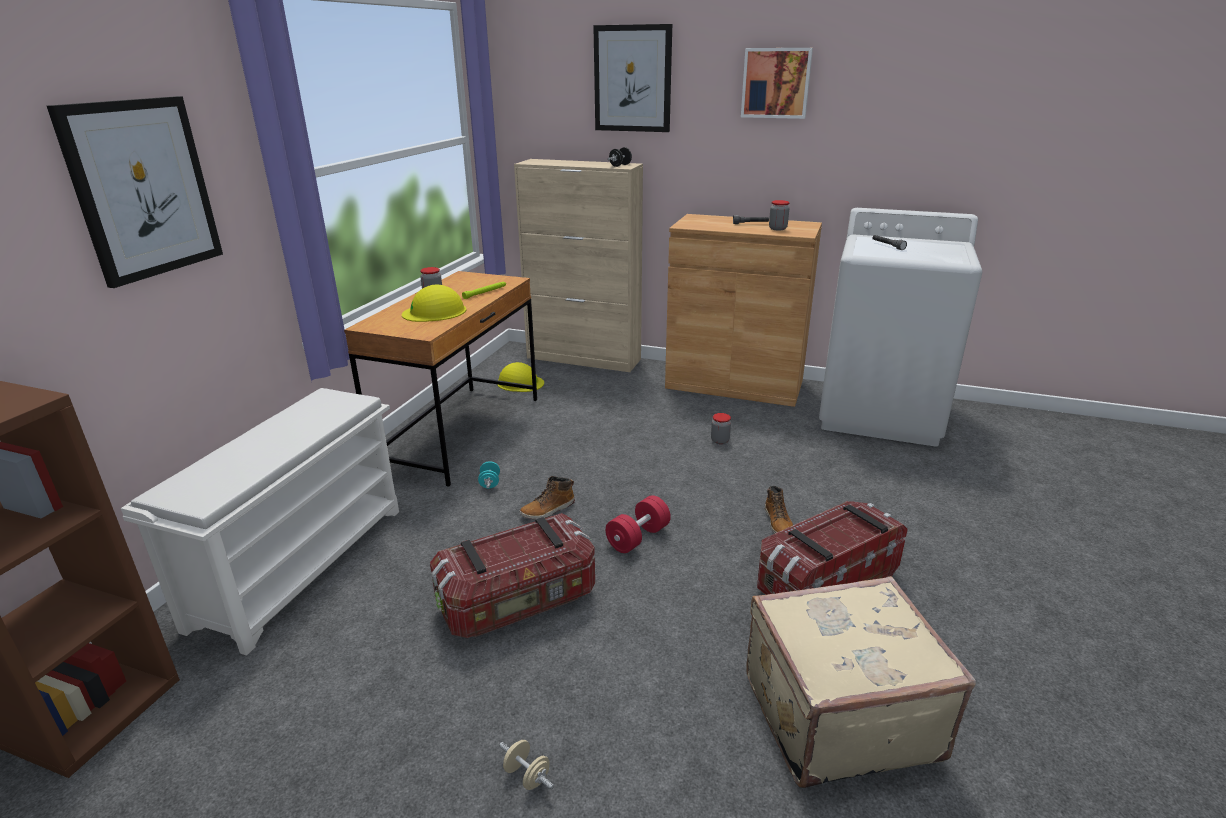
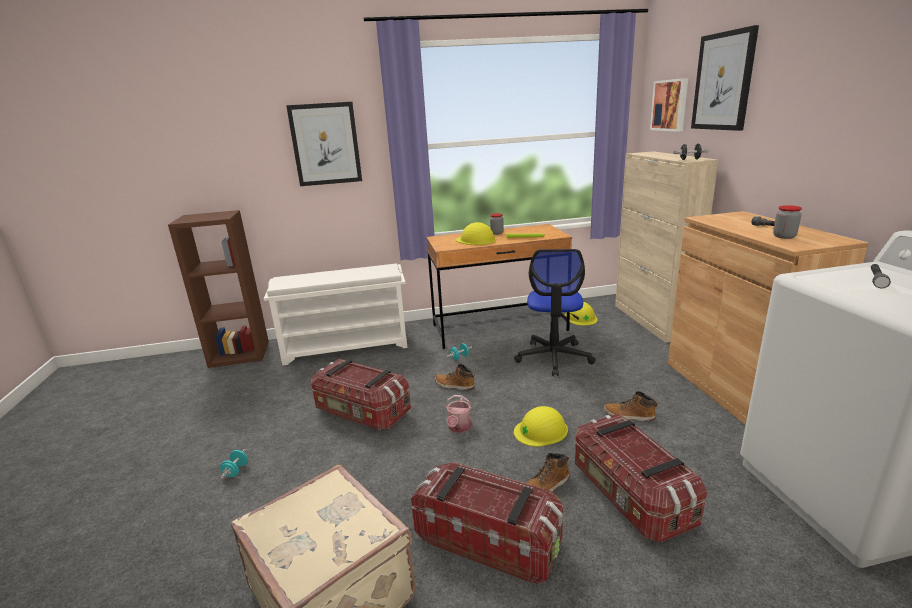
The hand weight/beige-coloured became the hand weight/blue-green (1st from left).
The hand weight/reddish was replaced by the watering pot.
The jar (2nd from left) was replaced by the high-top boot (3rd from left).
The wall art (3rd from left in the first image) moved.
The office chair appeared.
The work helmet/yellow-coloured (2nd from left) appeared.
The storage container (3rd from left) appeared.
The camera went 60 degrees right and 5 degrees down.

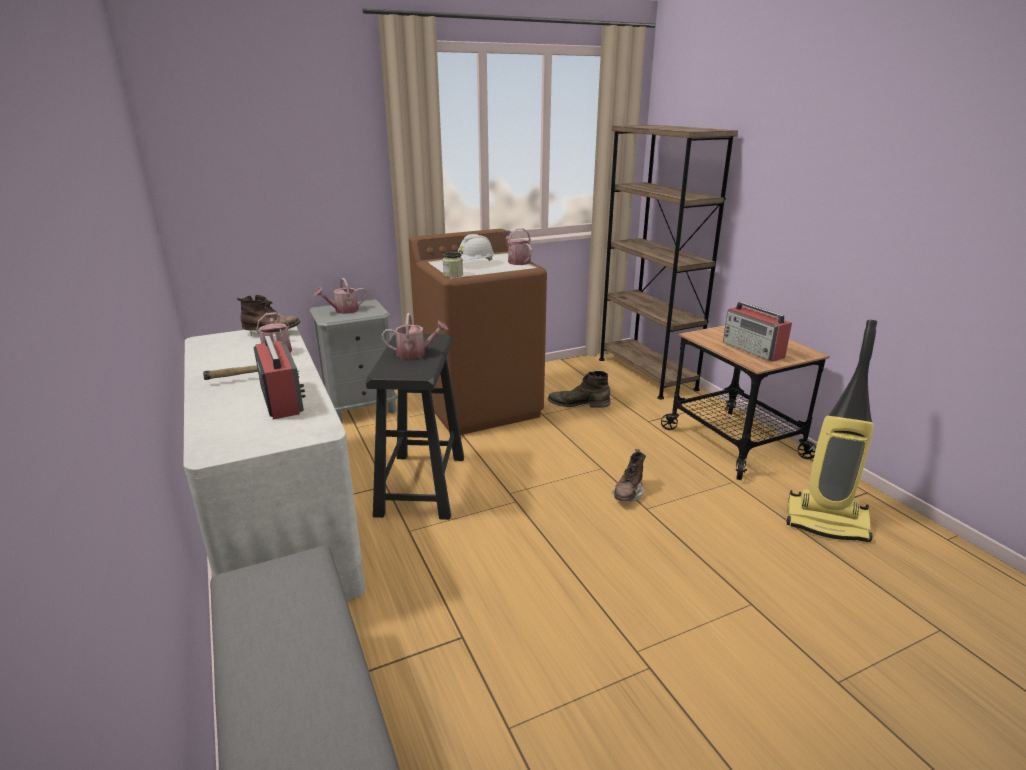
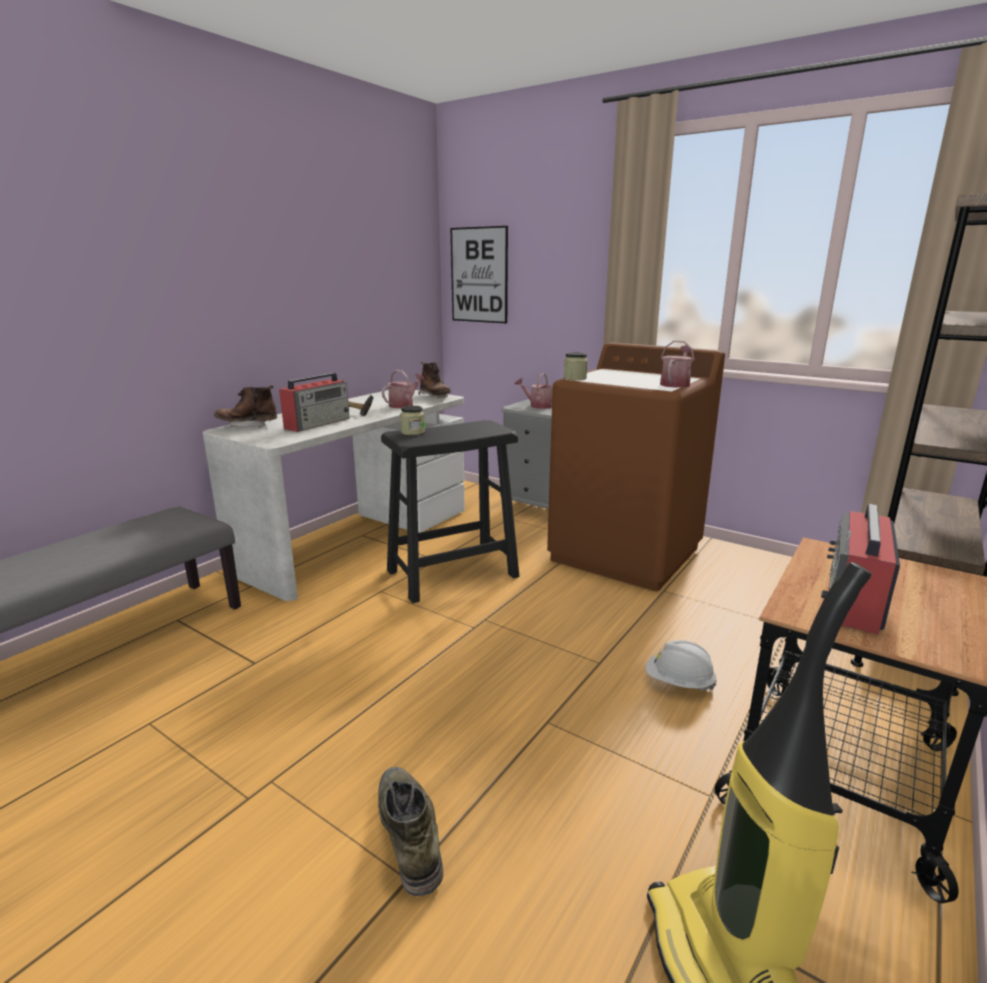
The watering pot (3rd from left) disappeared.
The work helmet/white moved.
The high-top boot/green-coloured moved.
The high-top boot/brown (2nd from left in the first image) moved.
The jar (1st from left) appeared.
The wall art appeared.
The camera went 60 degrees right and 5 degrees down.

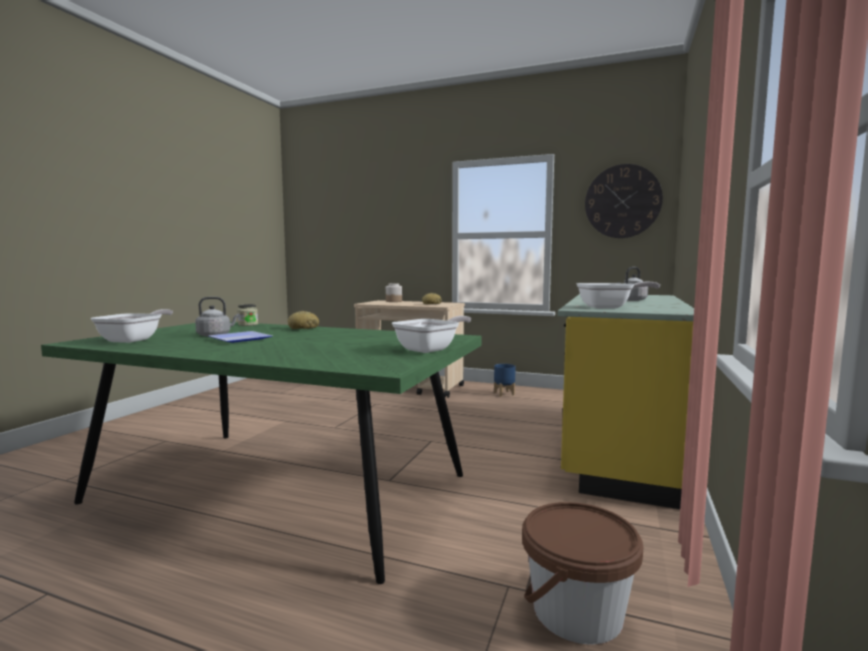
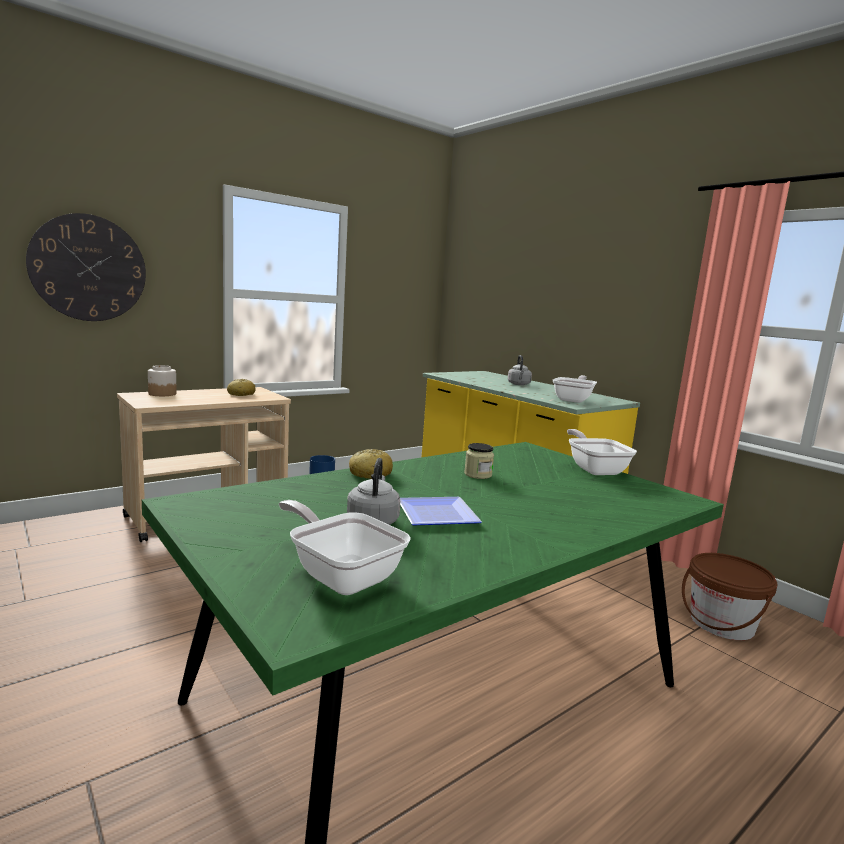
The jar (1st from left in the first image) moved.
The hanging clock moved.
The camera went 60 degrees left and 5 degrees up.

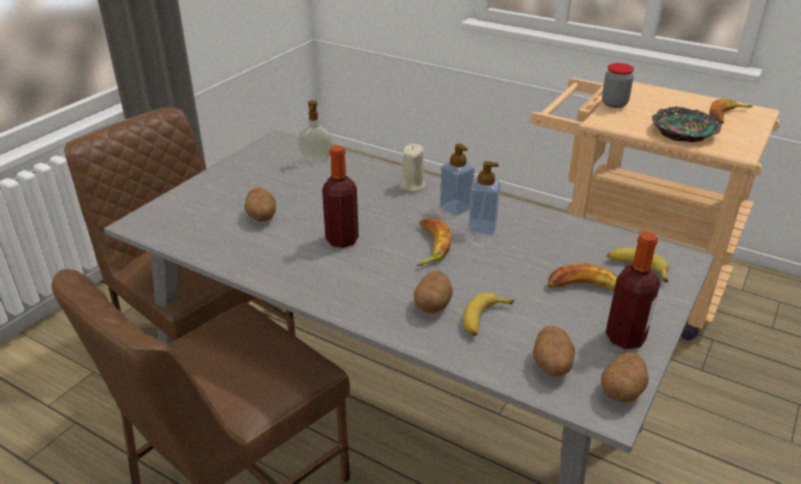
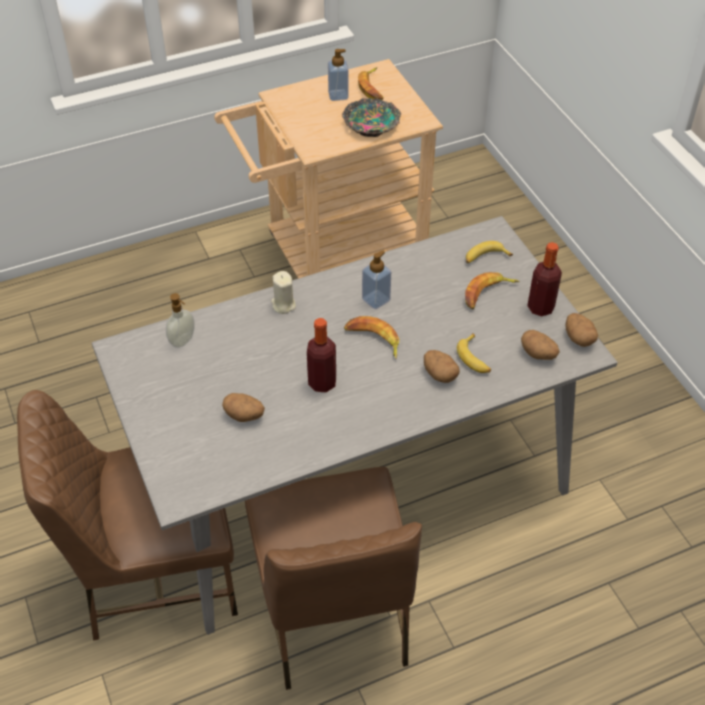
The liquid soap bottle (2nd from left) moved.
The jar disappeared.
The camera went 55 degrees left and 15 degrees up.

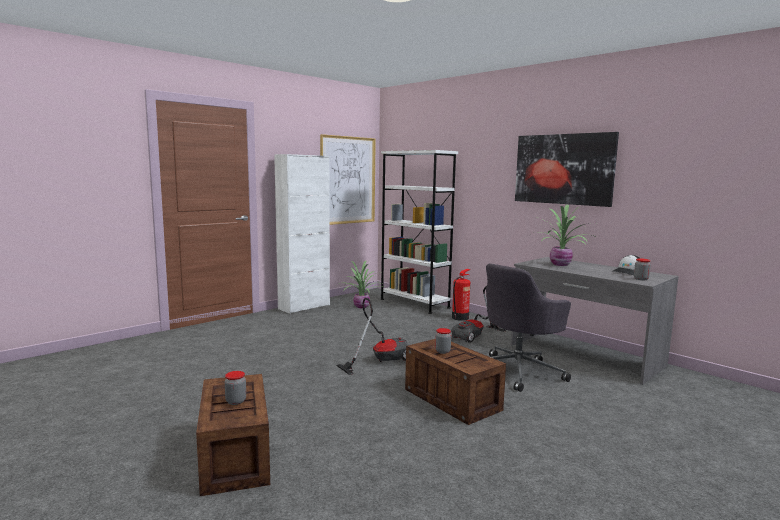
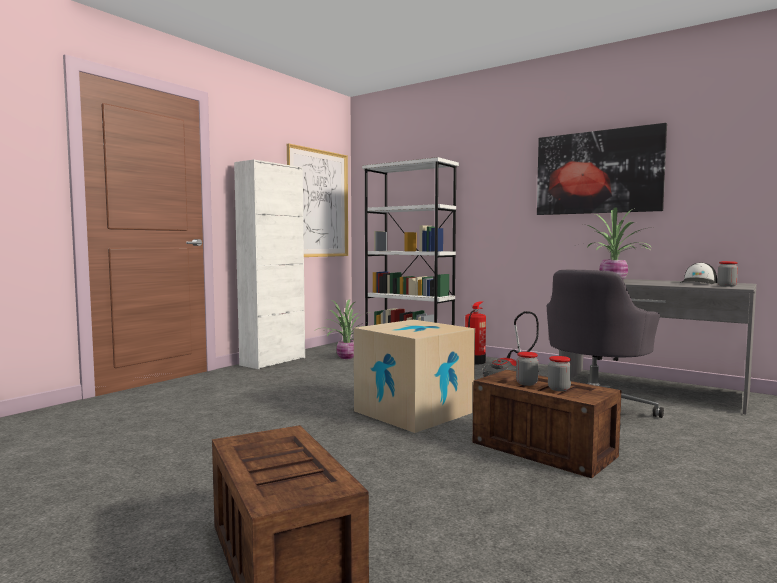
The jar (1st from left in the first image) moved.
The vacuum cleaner (1st from left) was replaced by the cardboard box.
The camera went 10 degrees left and 5 degrees down.

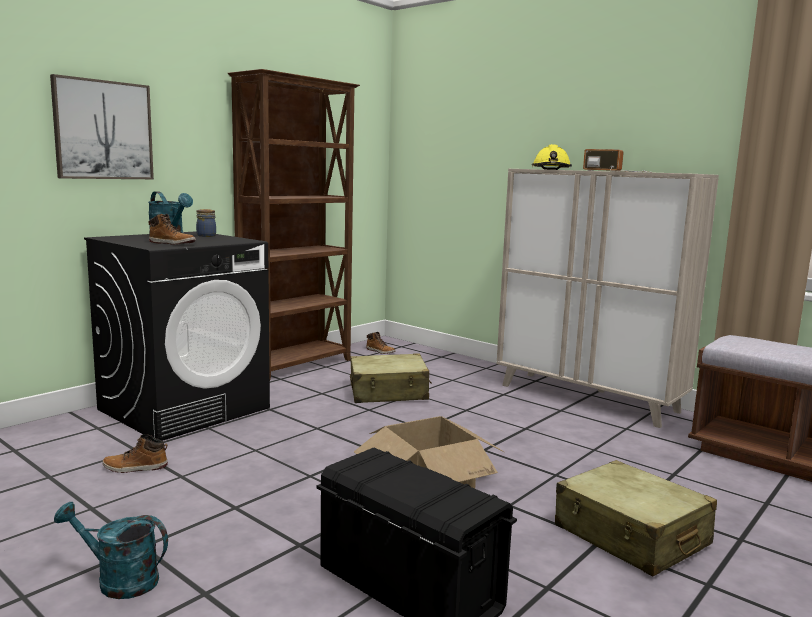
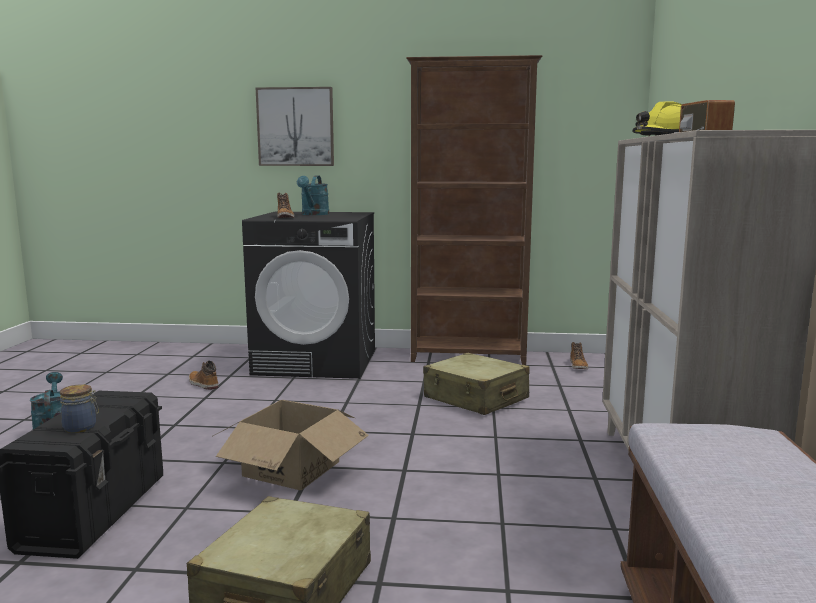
The jar moved.
The camera went 55 degrees right and 0 degrees up.

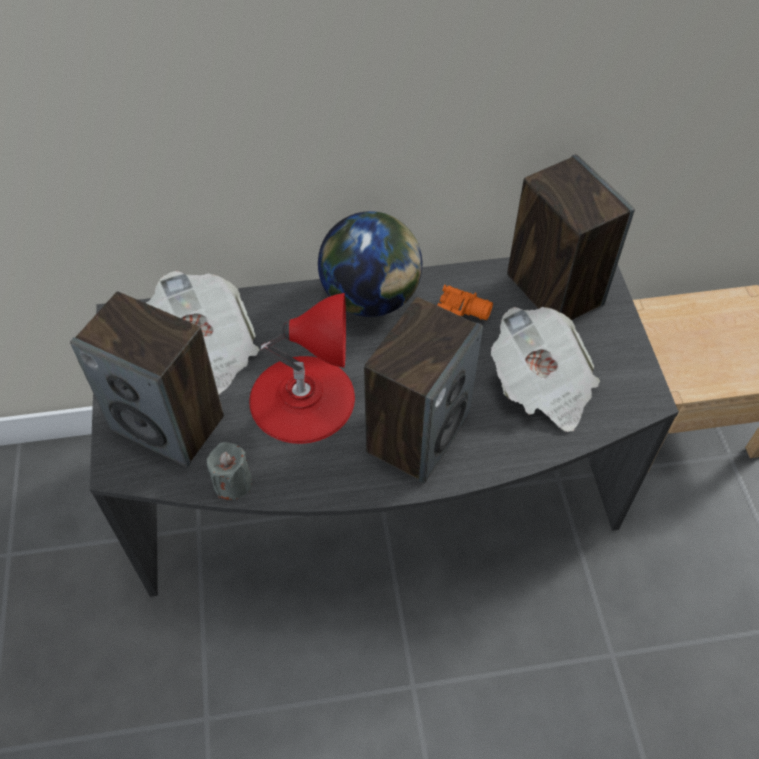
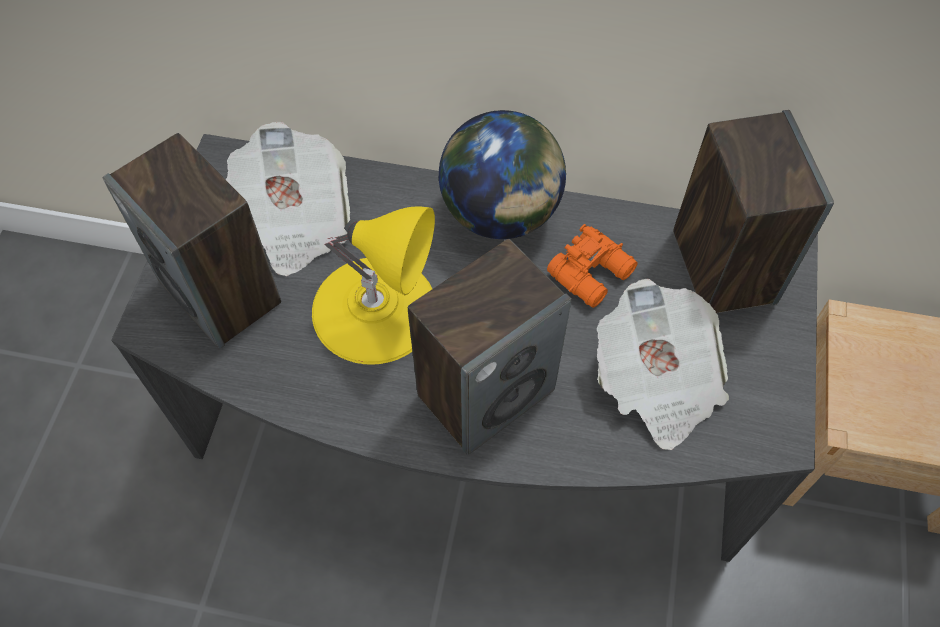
The candle/gray disappeared.
The tabletop lamp/reddish became the tabletop lamp/yellow-coloured.
The camera went 20 degrees right and 5 degrees up.

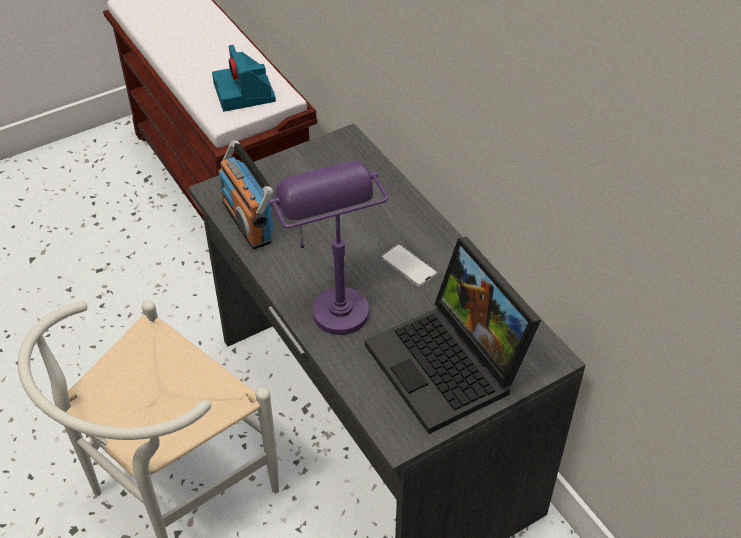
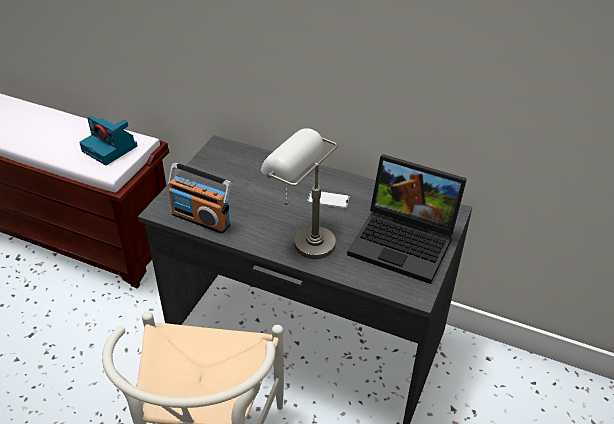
The tabletop lamp/purplish became the tabletop lamp/gray.
The camera went 35 degrees left and 5 degrees down.

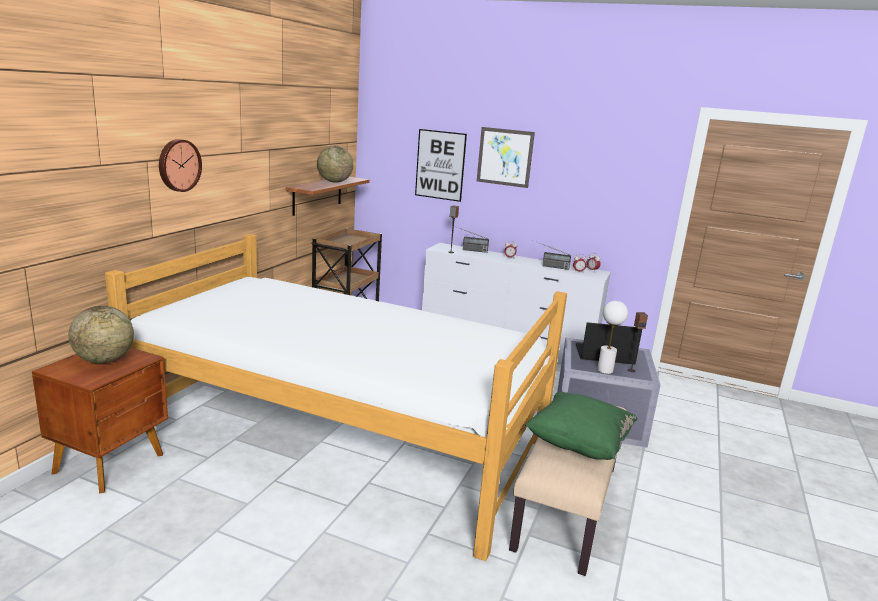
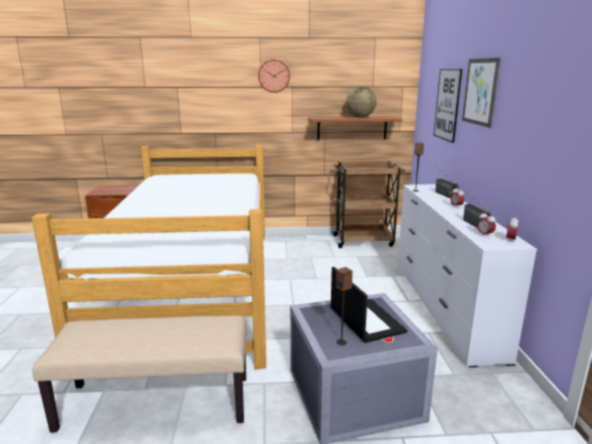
The globe (1st from left) disappeared.
The hanging clock moved.
The throw pillow/green-coloured disappeared.
The tabletop lamp/white disappeared.
The camera went 65 degrees right and 0 degrees up.

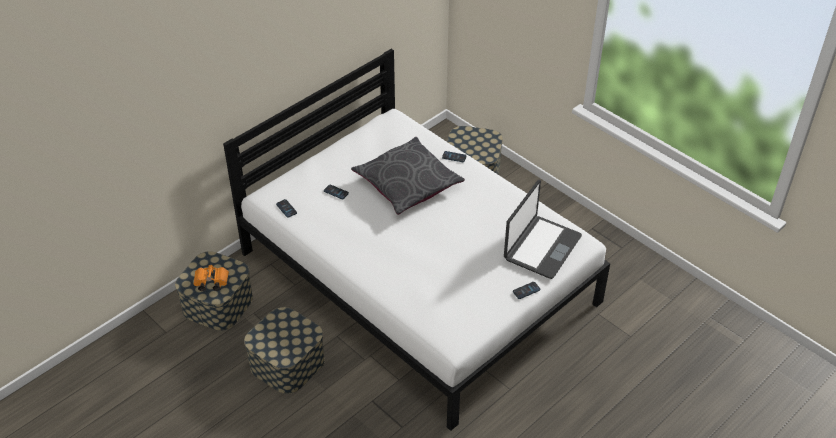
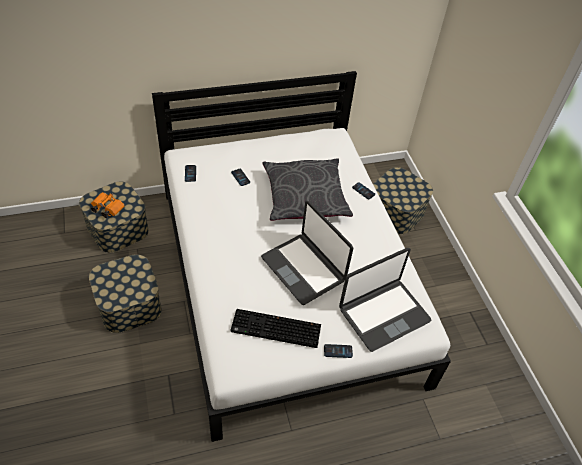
The keyboard appeared.
The laptop (1st from left) appeared.
The camera went 25 degrees right and 5 degrees up.

